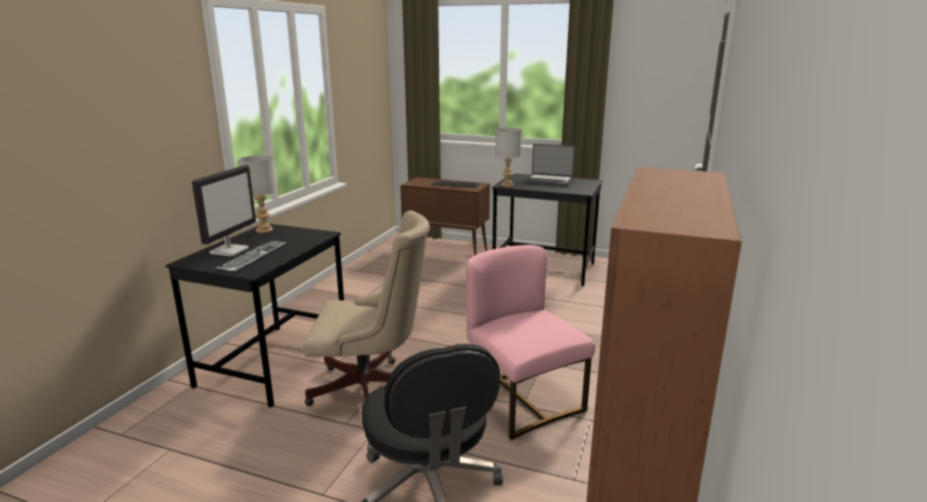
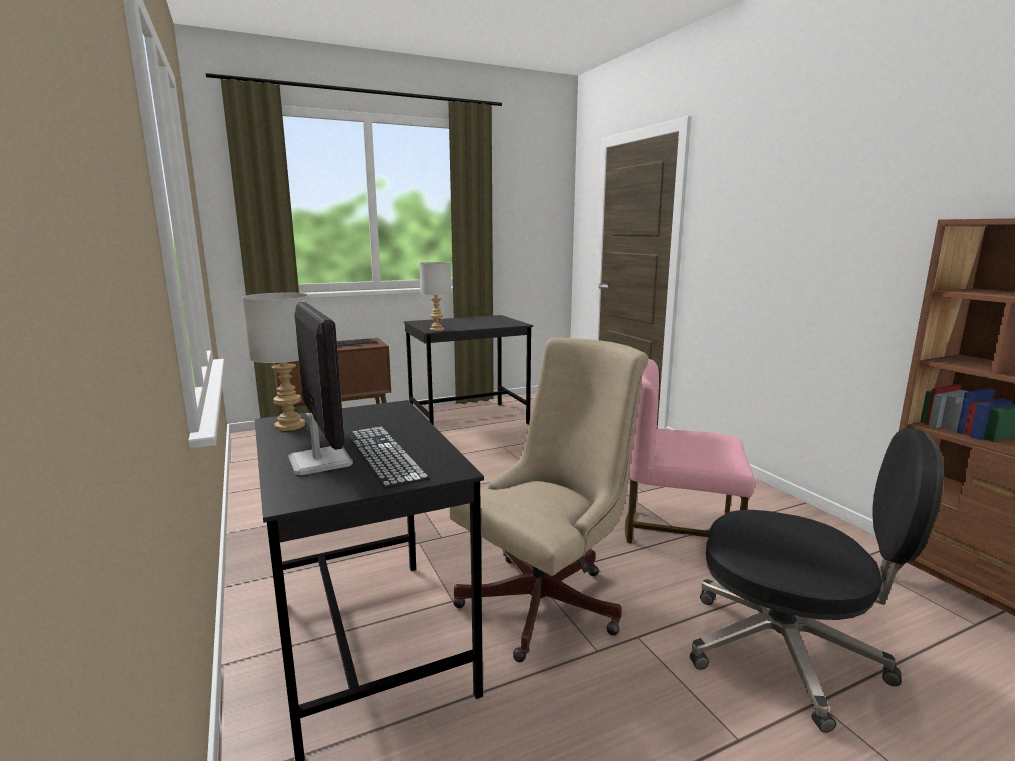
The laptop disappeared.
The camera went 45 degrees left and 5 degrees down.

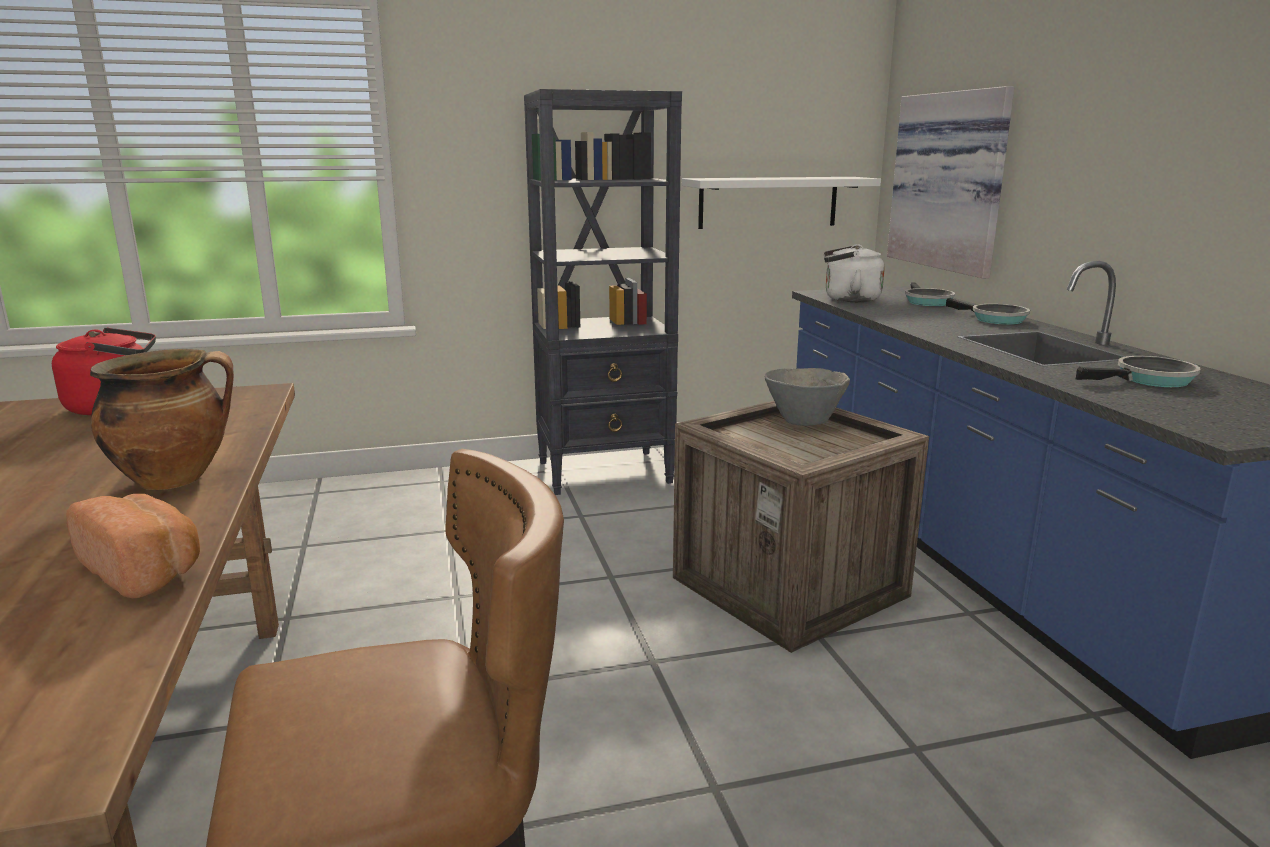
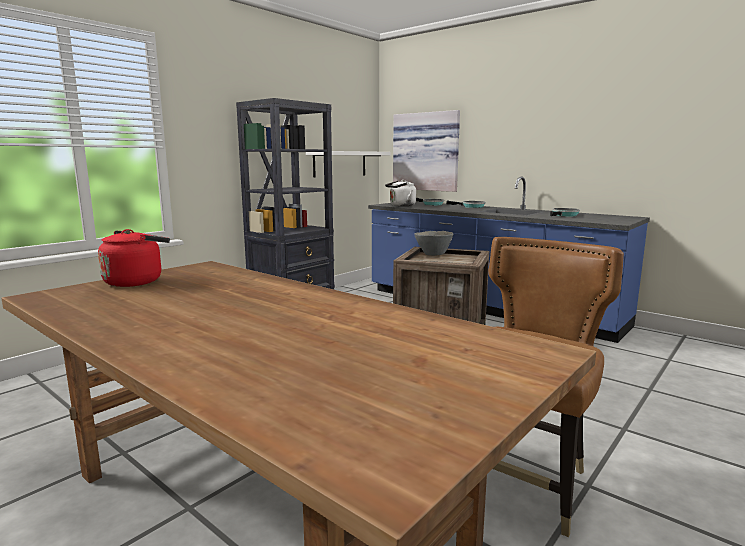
The baked bread disappeared.
The cooking pot disappeared.
The camera went 35 degrees left and 5 degrees down.

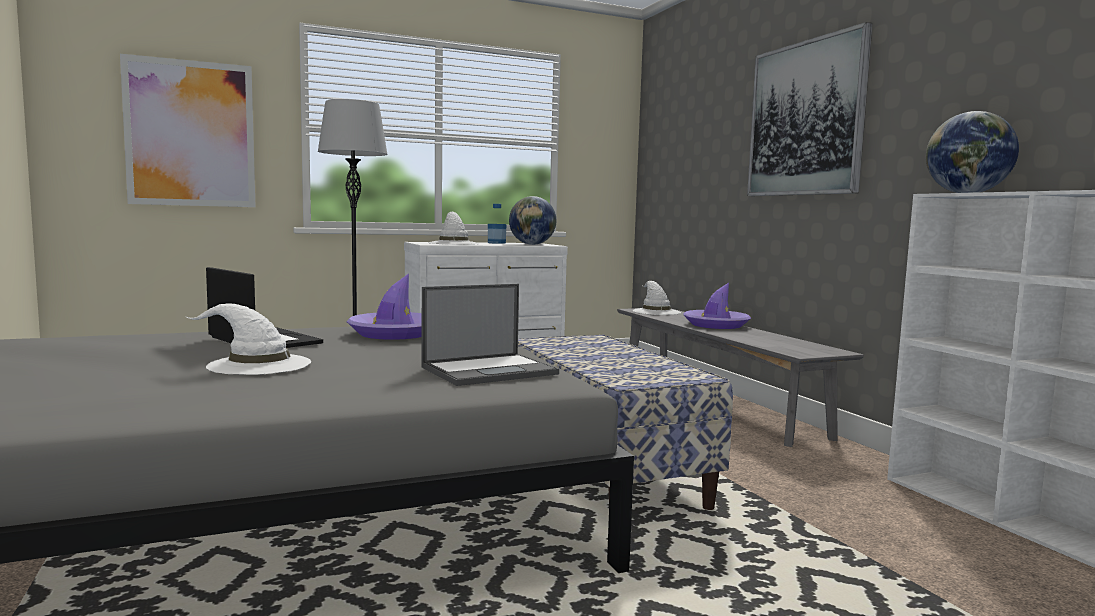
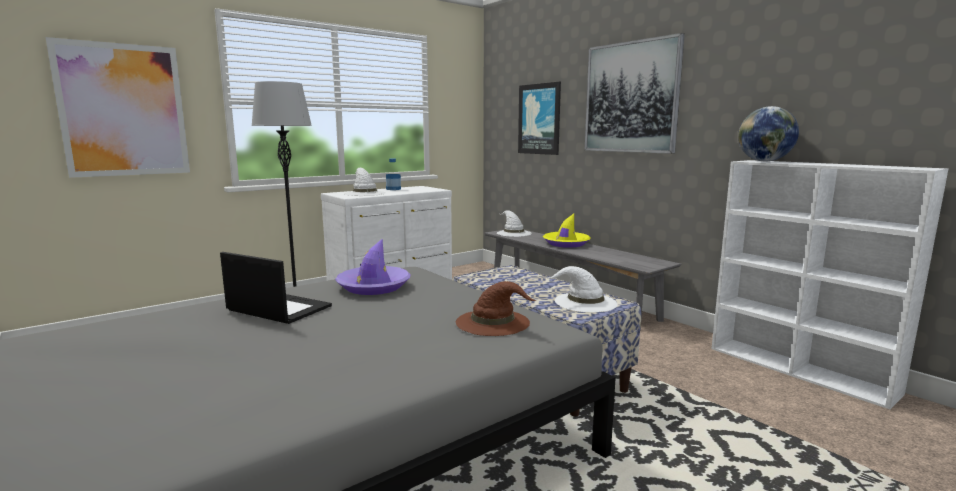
The clothing hat/white (1st from left in the first image) moved.
The laptop (2nd from left) was replaced by the clothing hat/brown.
The globe (1st from left) disappeared.
The clothing hat/purplish (2nd from left) became the clothing hat/yellow-coloured.
The wall art (2nd from left) appeared.
The camera went 15 degrees left and 5 degrees up.

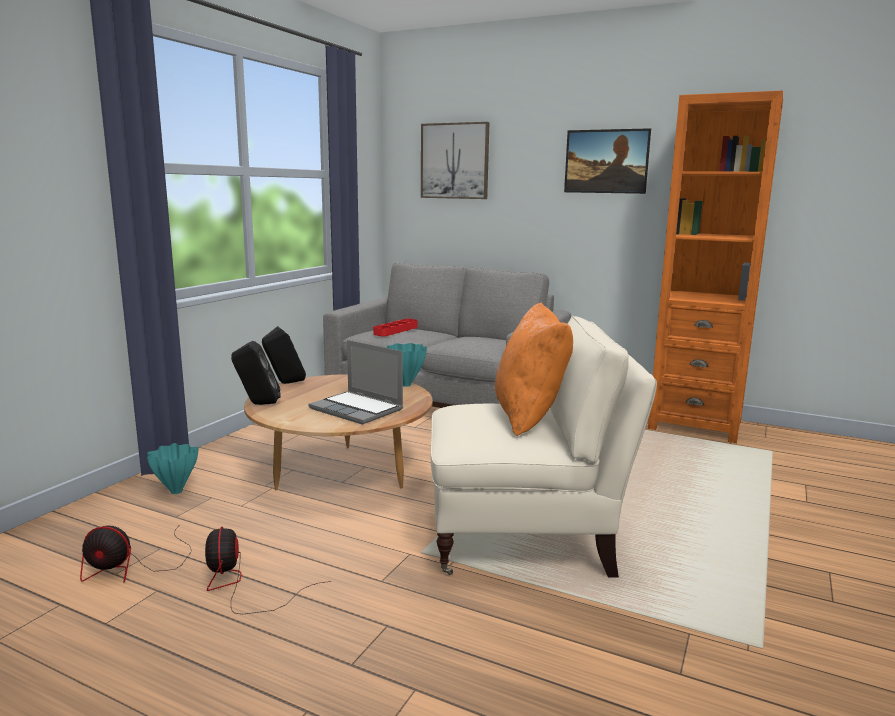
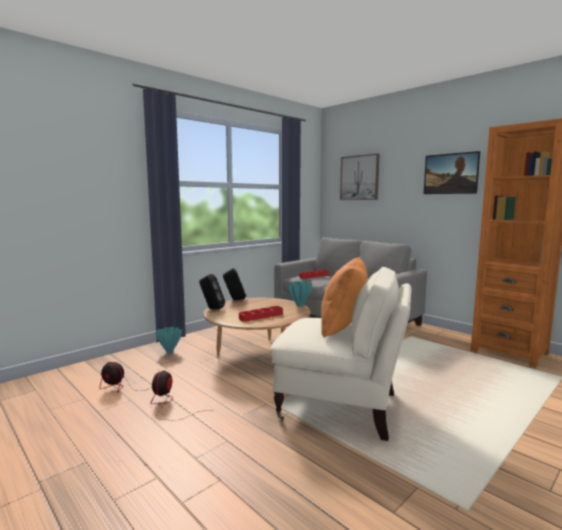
The laptop was replaced by the tray/reddish (1st from left).
The camera went 20 degrees right and 5 degrees down.

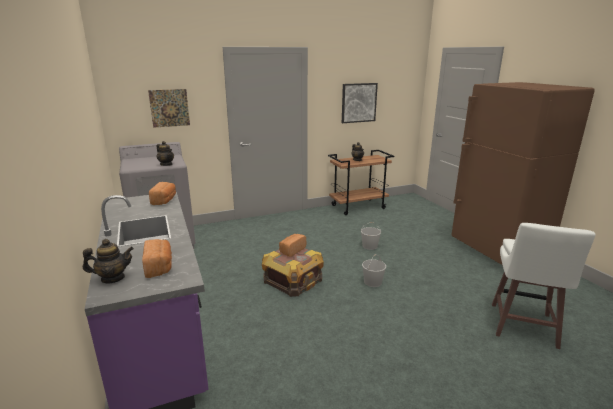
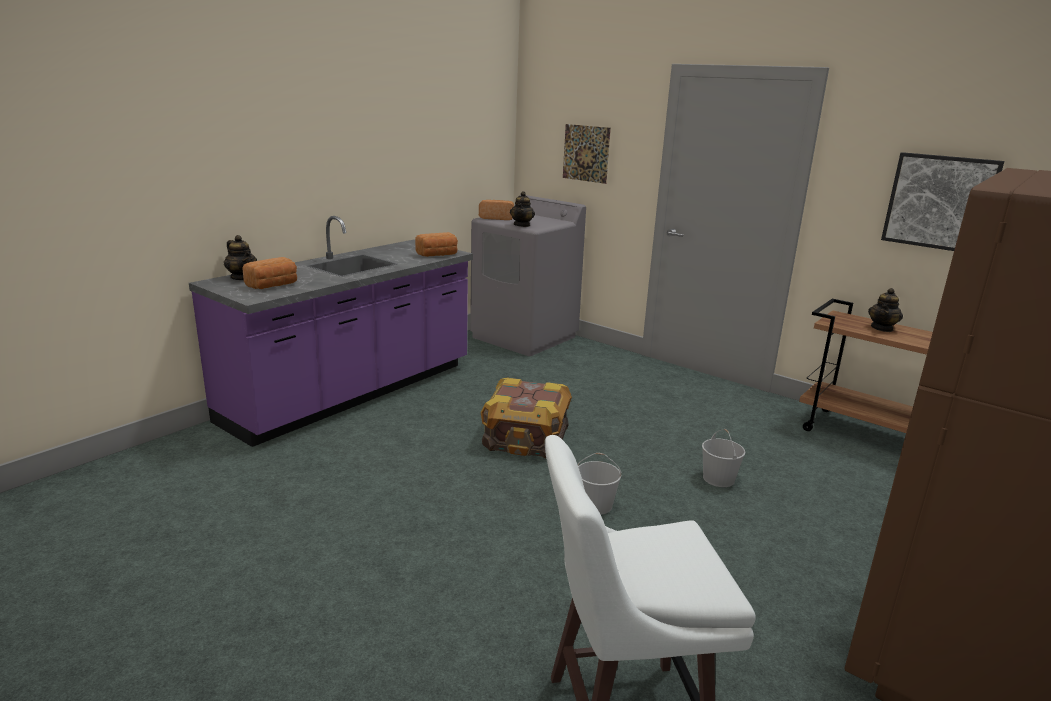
The baked bread (3rd from left) moved.
The camera went 60 degrees right and 0 degrees up.

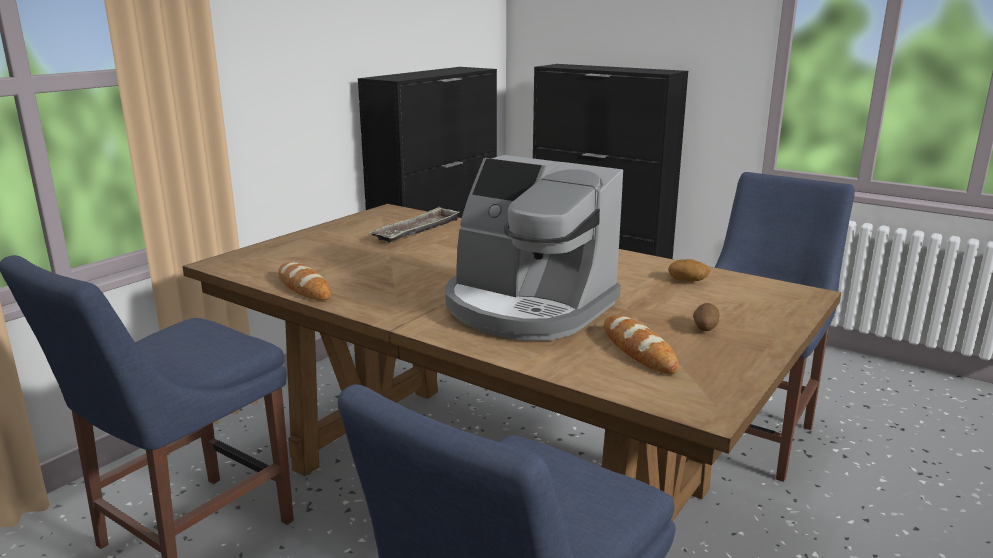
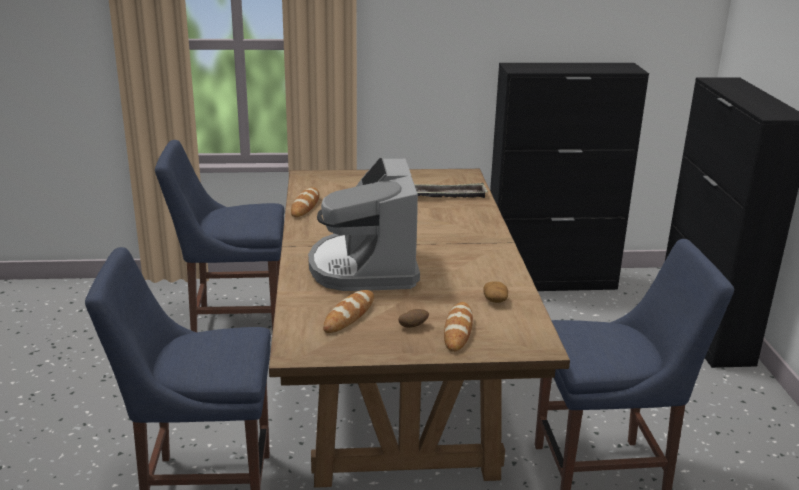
The baked bread (3rd from left) appeared.
The camera went 50 degrees right and 5 degrees up.

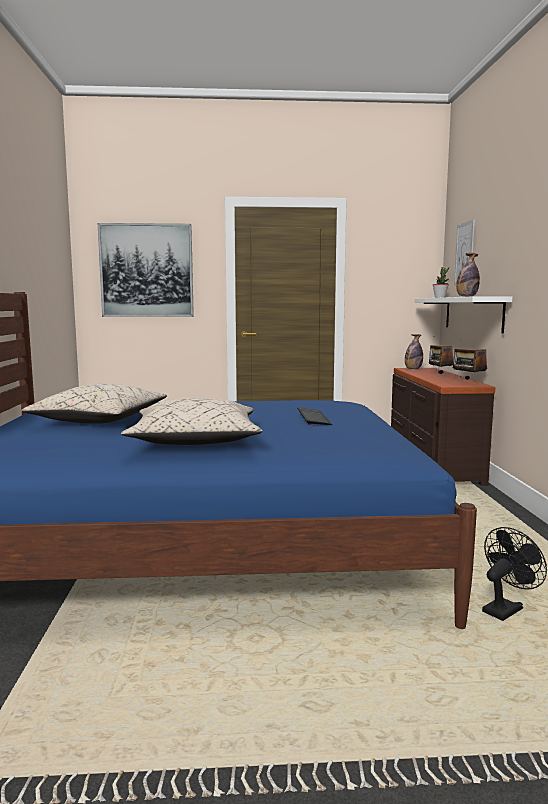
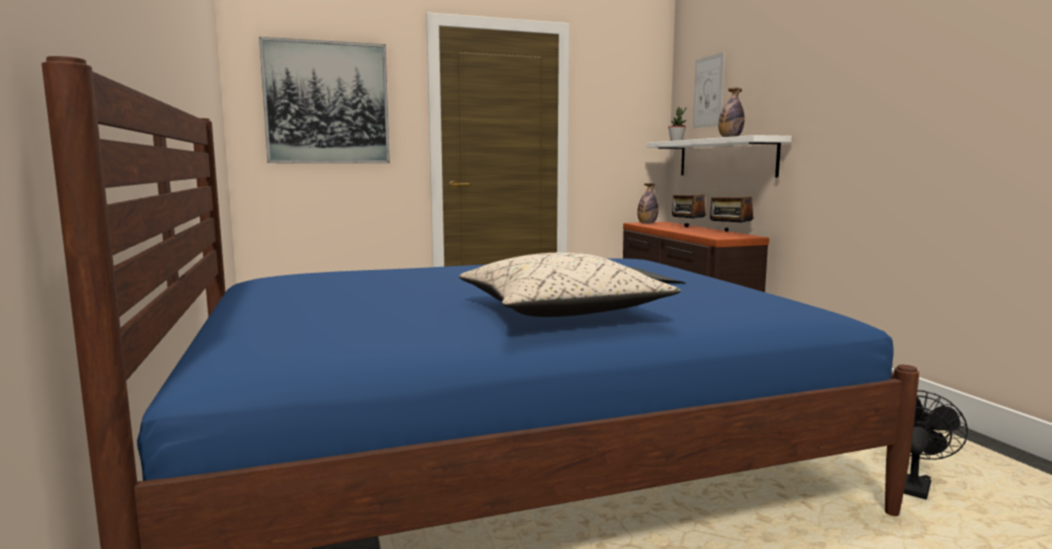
The throw pillow/beige-coloured (1st from left) disappeared.
The camera went 15 degrees left and 0 degrees up.

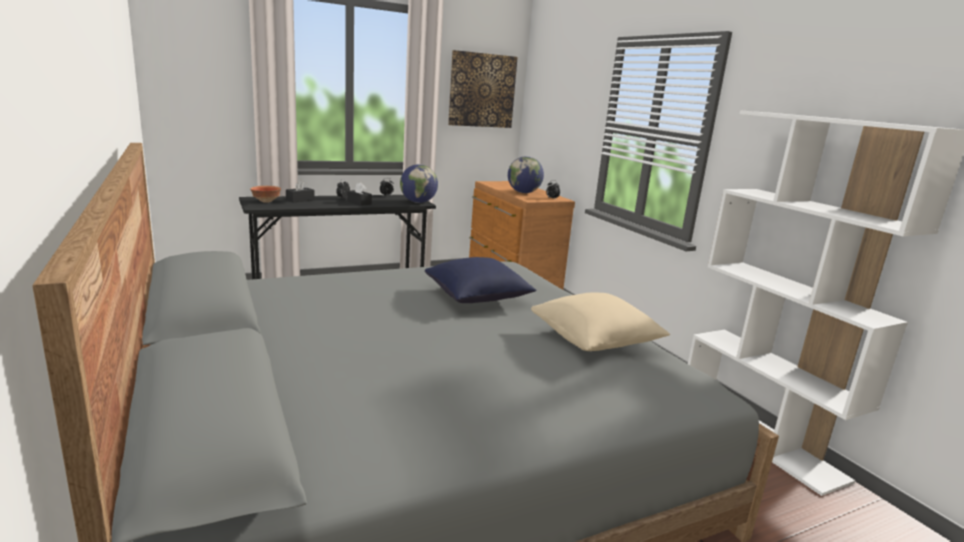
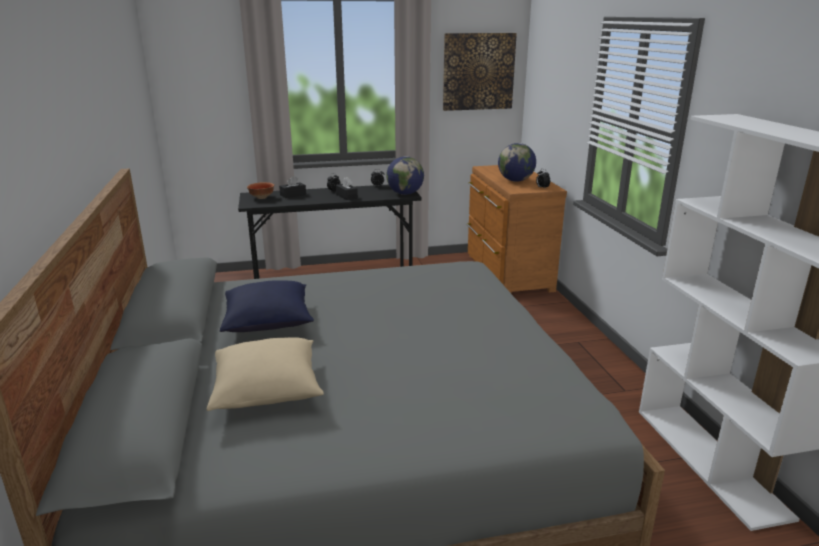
The throw pillow/blue-coloured moved.
The throw pillow/beige-coloured moved.
The camera went 15 degrees right and 5 degrees up.

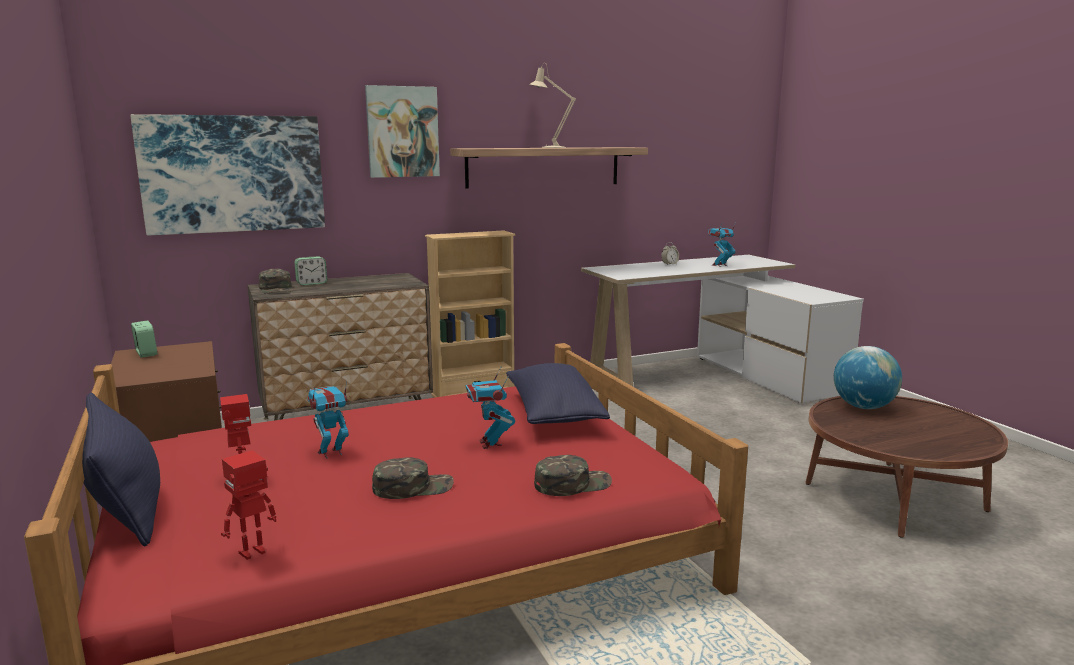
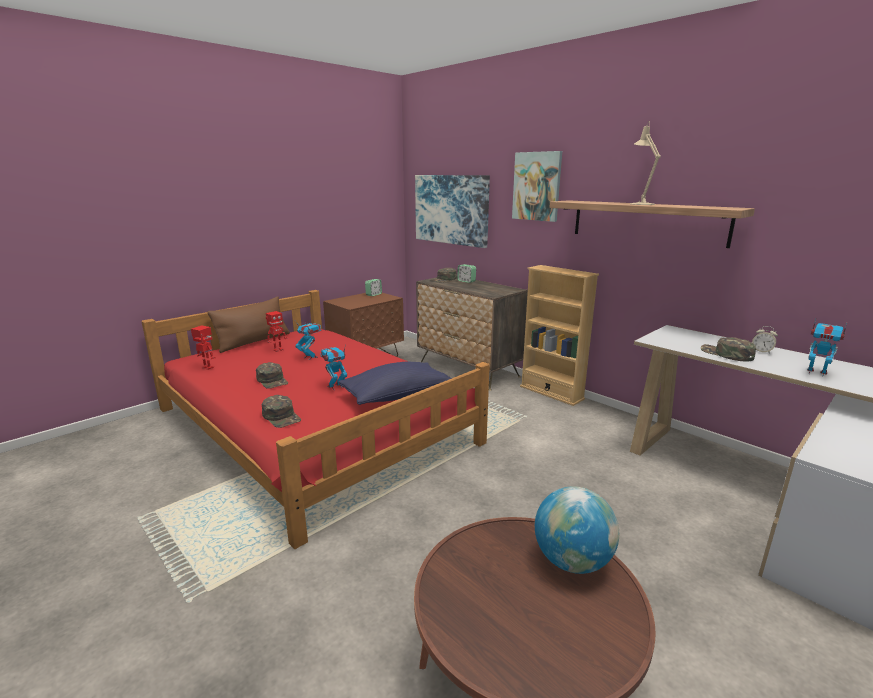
The throw pillow/blue-coloured (1st from left) became the throw pillow/brown.
The cap/green-coloured (4th from left) appeared.
The camera went 70 degrees right and 5 degrees up.

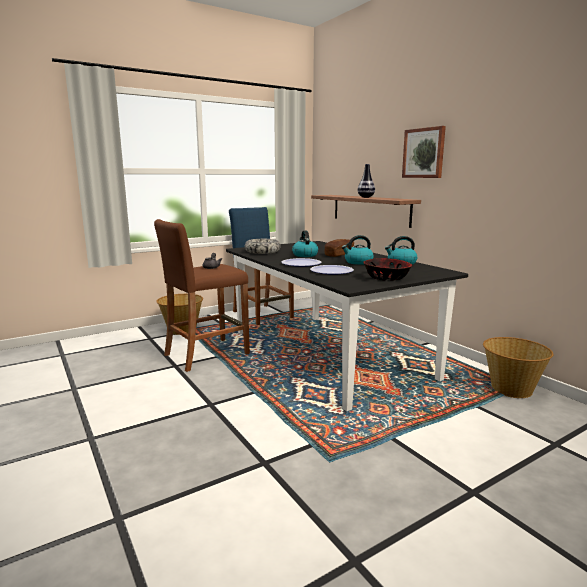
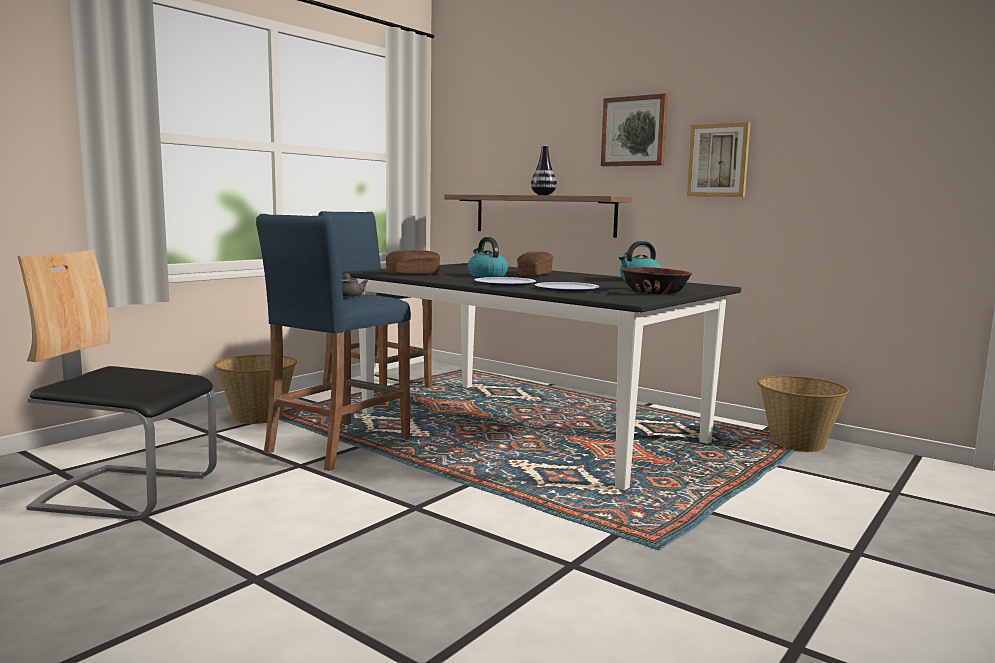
The stool seat/brown became the stool seat/blue-coloured (1st from left).
The bowl (1st from left) was replaced by the baked bread (1st from left).
The kettle (2nd from left) disappeared.
The plain chair appeared.
The wall art (2nd from left) appeared.
The camera went 20 degrees left and 5 degrees down.

